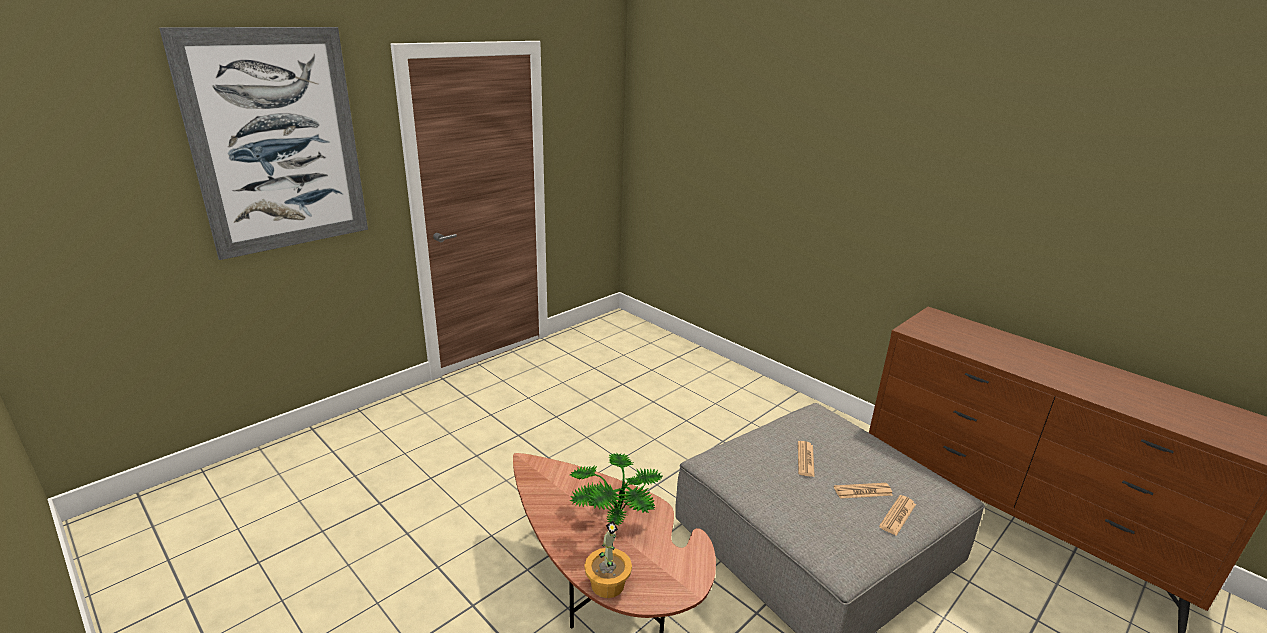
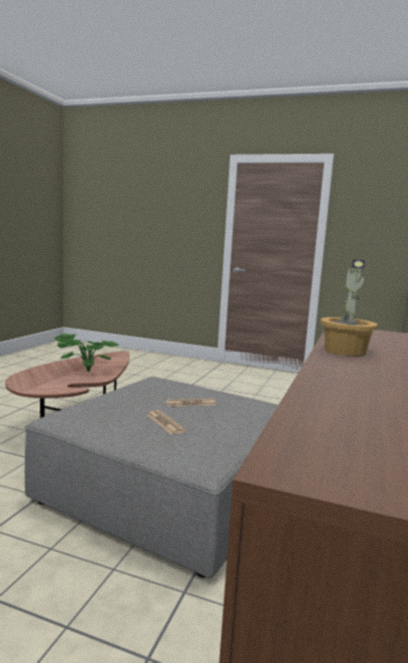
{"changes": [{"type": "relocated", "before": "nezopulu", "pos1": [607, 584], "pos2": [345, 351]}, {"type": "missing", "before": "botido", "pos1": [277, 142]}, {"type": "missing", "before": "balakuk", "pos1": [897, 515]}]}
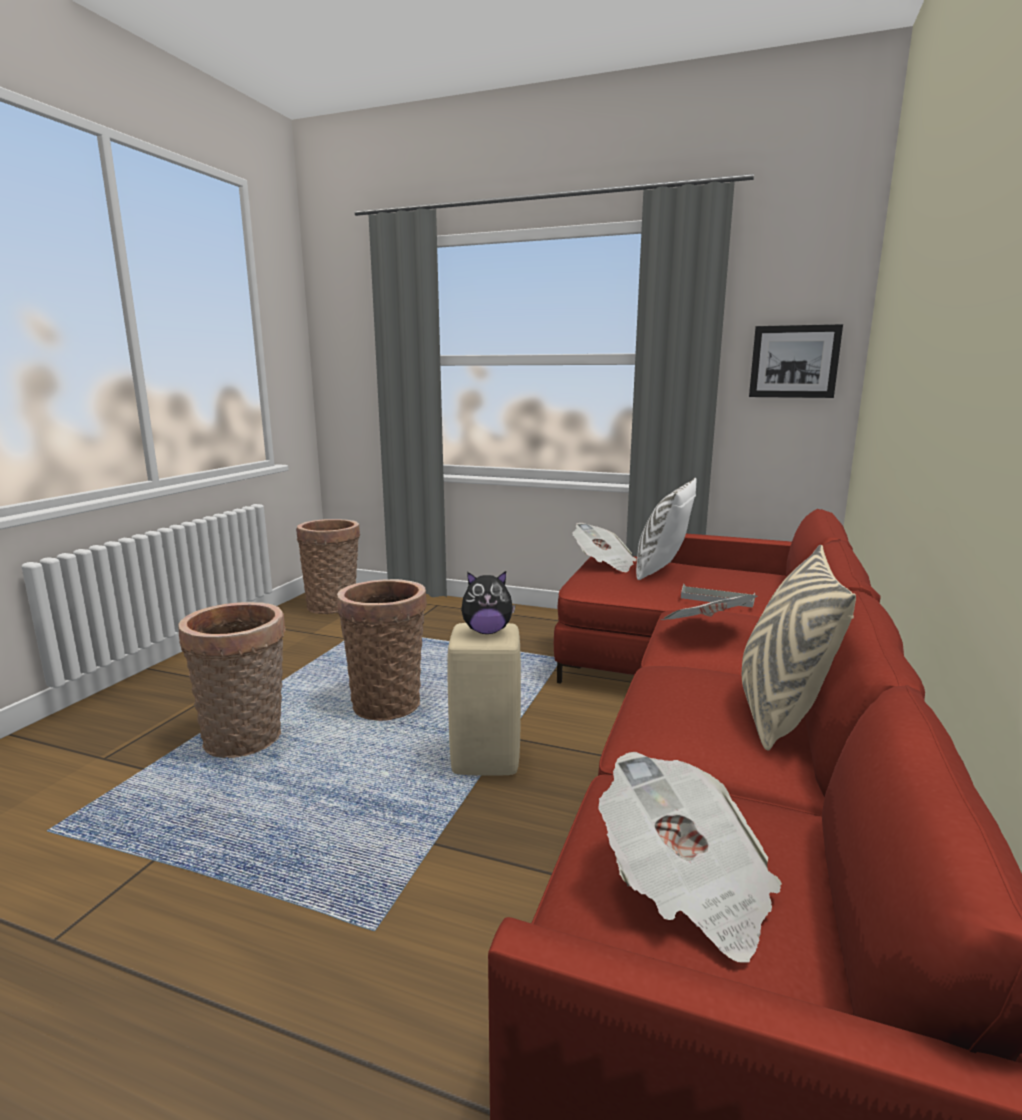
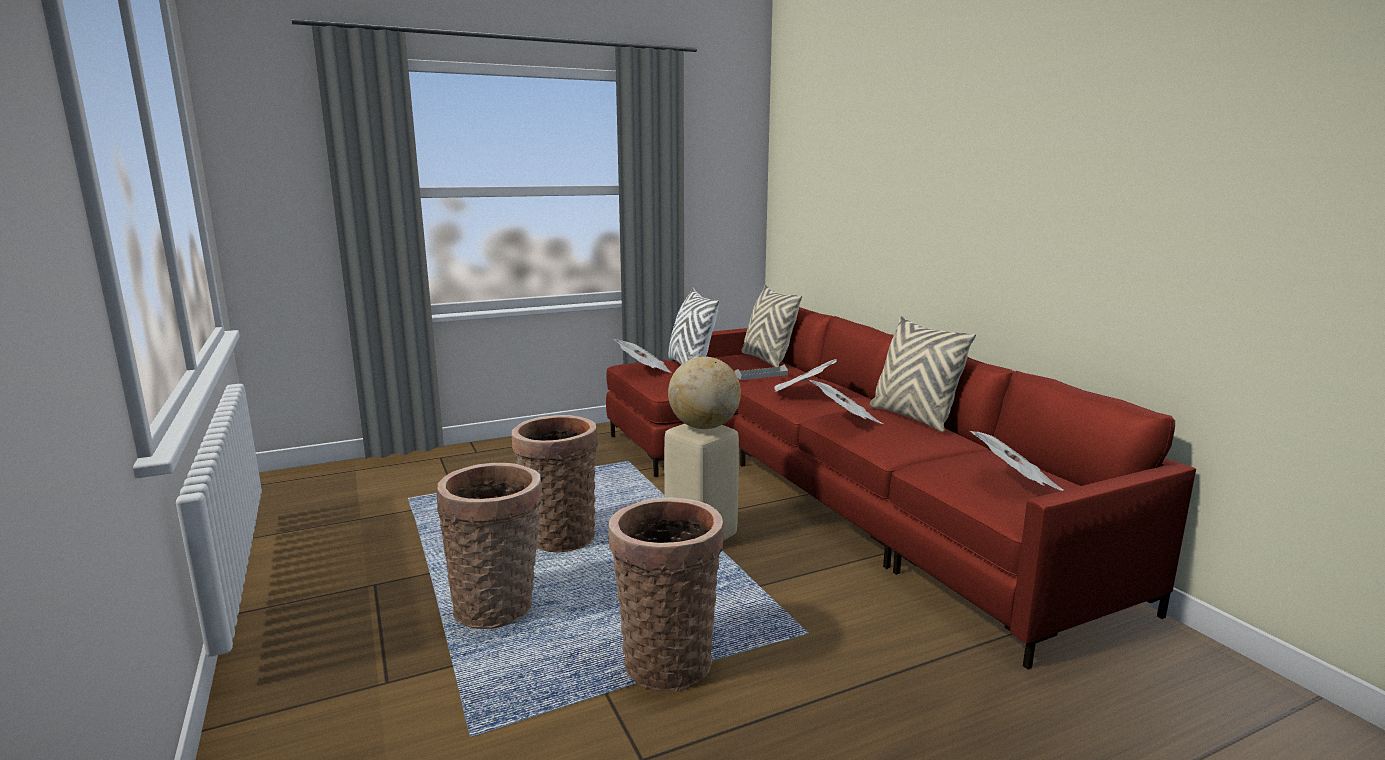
{"changes": [{"type": "relocated", "before": "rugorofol", "pos1": [334, 605], "pos2": [667, 659]}, {"type": "exchanged", "before": "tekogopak", "after": "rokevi", "pos1": [487, 631], "pos2": [704, 427]}, {"type": "appeared", "after": "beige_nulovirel", "pos2": [767, 360]}, {"type": "appeared", "after": "balakuk", "pos2": [845, 420]}, {"type": "missing", "before": "botido", "pos1": [794, 361]}]}
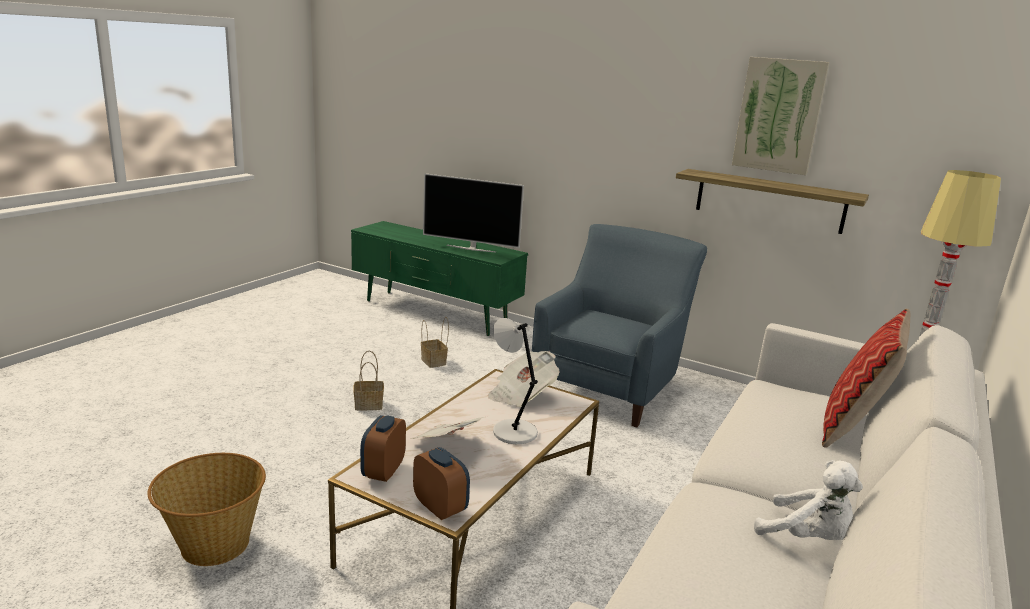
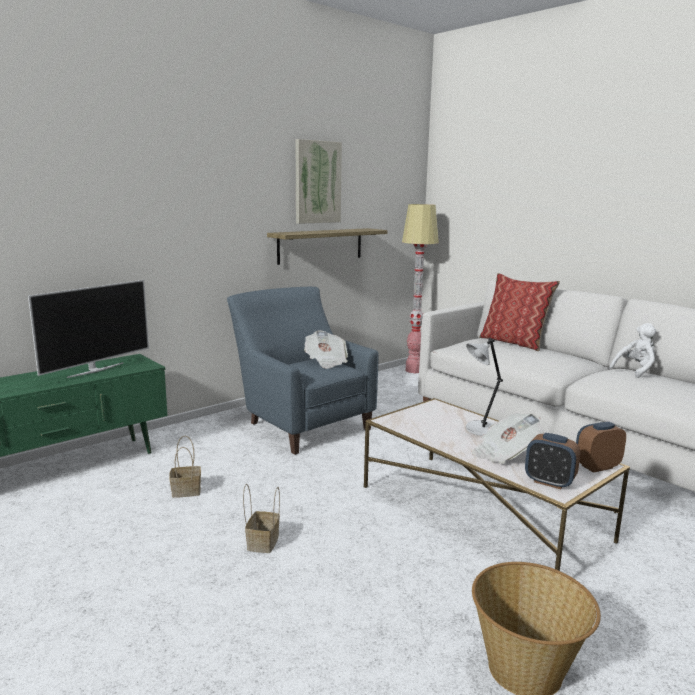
{"changes": [{"type": "relocated", "before": "balakuk", "pos1": [521, 395], "pos2": [326, 361]}]}
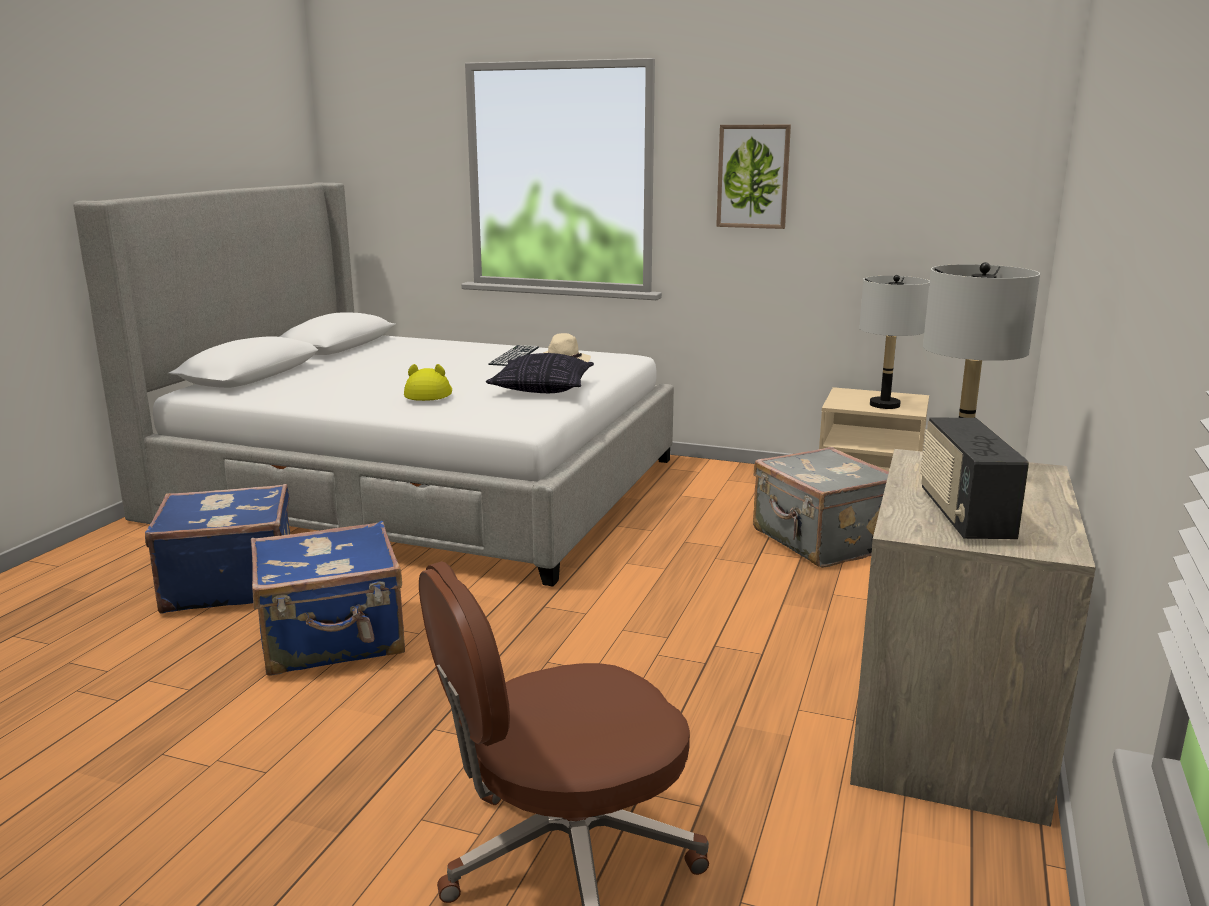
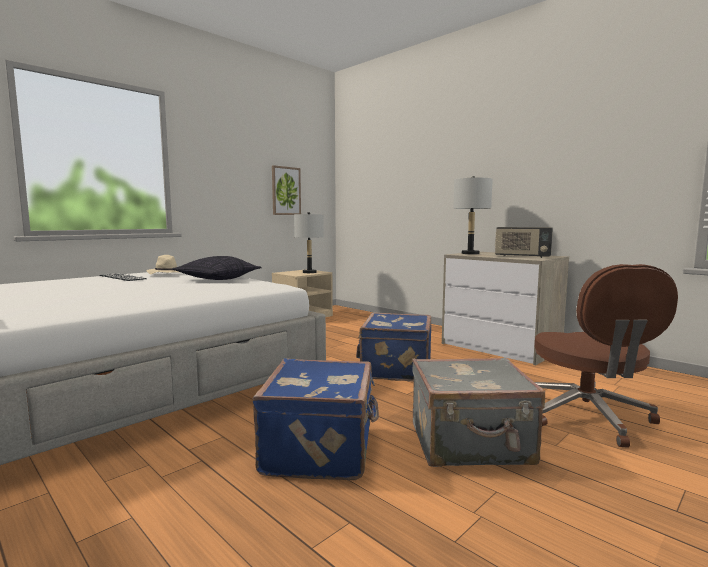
{"changes": [{"type": "relocated", "before": "botido", "pos1": [753, 176], "pos2": [286, 191]}, {"type": "relocated", "before": "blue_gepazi", "pos1": [229, 585], "pos2": [395, 369]}, {"type": "relocated", "before": "grey_gepazi", "pos1": [821, 541], "pos2": [471, 444]}, {"type": "missing", "before": "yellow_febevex", "pos1": [429, 394]}]}
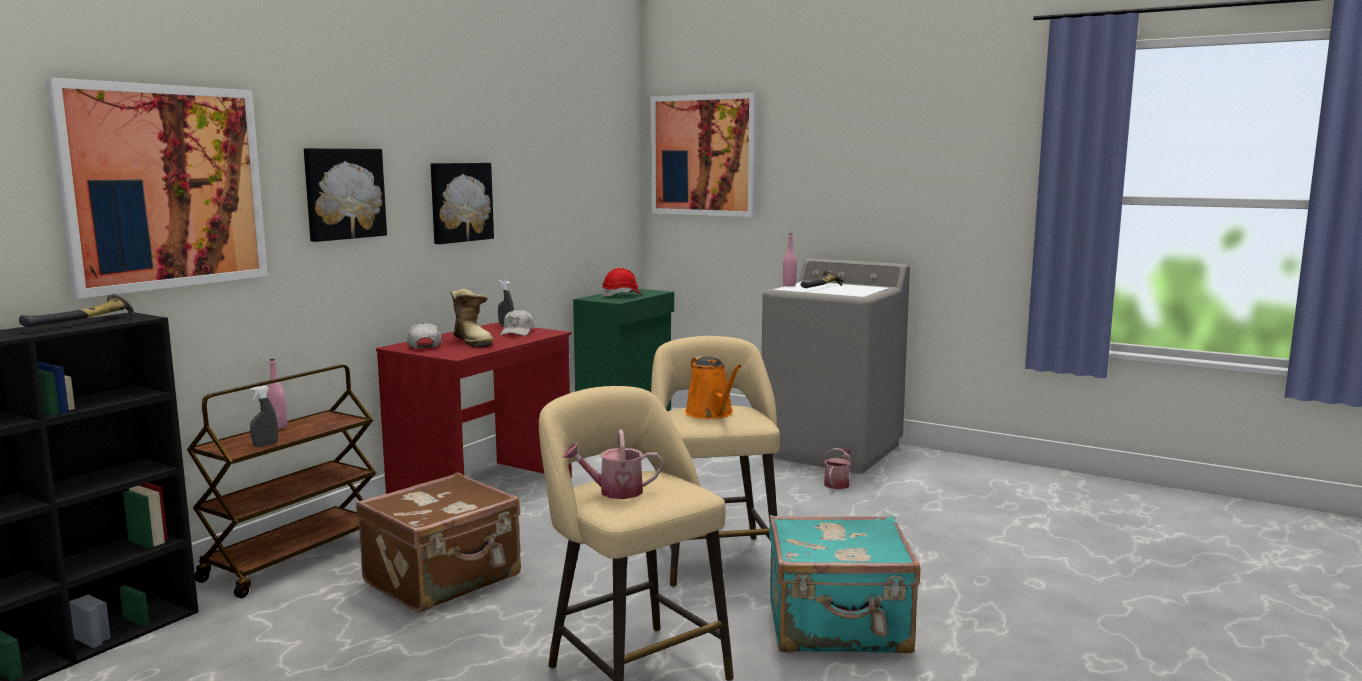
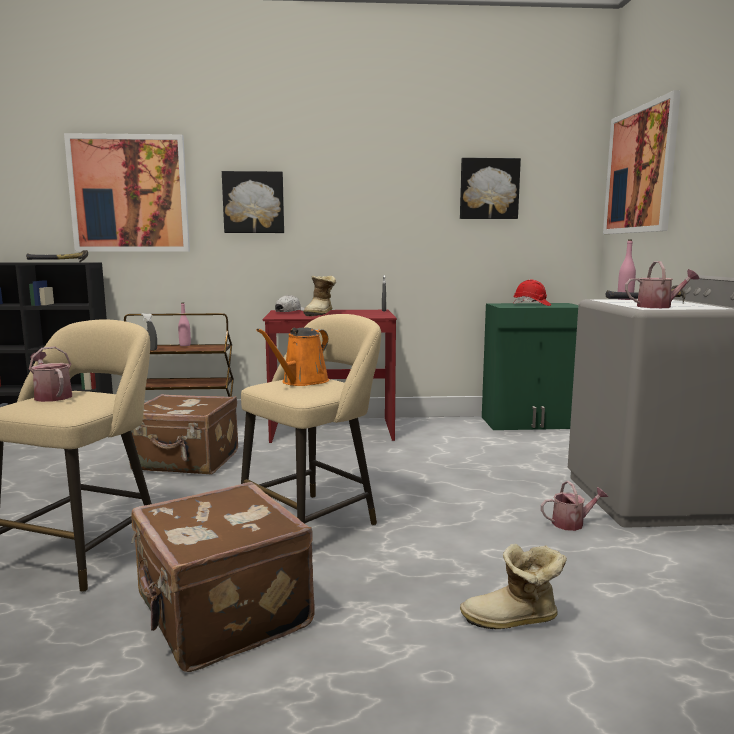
{"changes": [{"type": "colour", "before": "turquoise_gepazi", "after": "brown_gepazi", "pos1": [839, 628], "pos2": [221, 614]}, {"type": "relocated", "before": "botido", "pos1": [460, 202], "pos2": [489, 189]}, {"type": "appeared", "after": "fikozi", "pos2": [513, 621]}, {"type": "appeared", "after": "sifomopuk", "pos2": [658, 306]}, {"type": "missing", "before": "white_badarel", "pos1": [517, 332]}]}
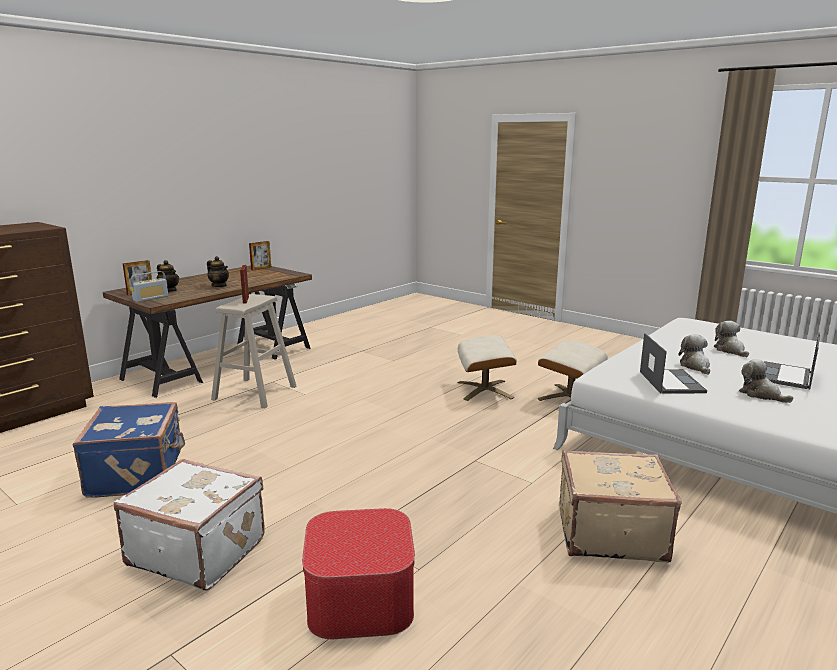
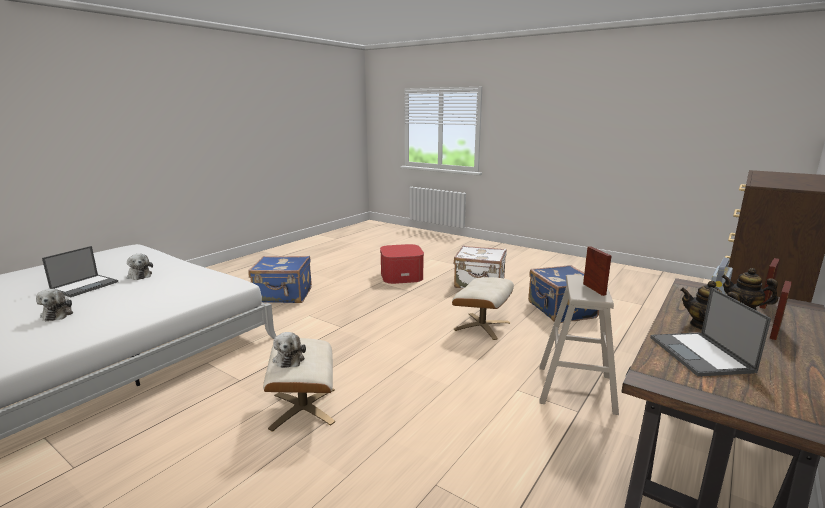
{"changes": [{"type": "colour", "before": "beige_gepazi", "after": "blue_gepazi", "pos1": [609, 533], "pos2": [283, 296]}, {"type": "relocated", "before": "tekogopak", "pos1": [695, 366], "pos2": [289, 359]}, {"type": "relocated", "before": "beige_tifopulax", "pos1": [570, 397], "pos2": [482, 326]}, {"type": "relocated", "before": "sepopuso", "pos1": [671, 382], "pos2": [701, 355]}, {"type": "relocated", "before": "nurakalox", "pos1": [261, 268], "pos2": [775, 332]}]}
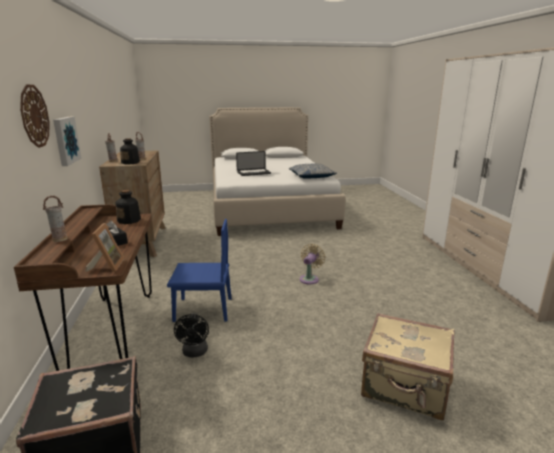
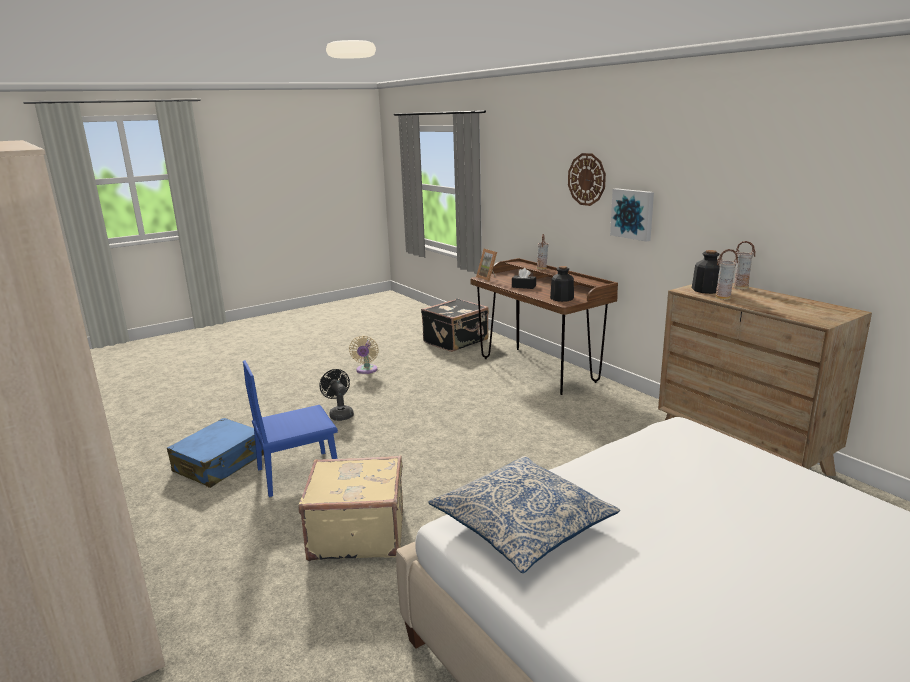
{"changes": [{"type": "appeared", "after": "blue_gepazi", "pos2": [220, 463]}, {"type": "relocated", "before": "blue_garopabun", "pos1": [203, 309], "pos2": [298, 473]}, {"type": "relocated", "before": "beige_gepazi", "pos1": [405, 387], "pos2": [357, 533]}, {"type": "relocated", "before": "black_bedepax", "pos1": [195, 353], "pos2": [339, 414]}, {"type": "relocated", "before": "beige_bedepax", "pos1": [310, 278], "pos2": [366, 370]}, {"type": "missing", "before": "sepopuso", "pos1": [253, 173]}]}
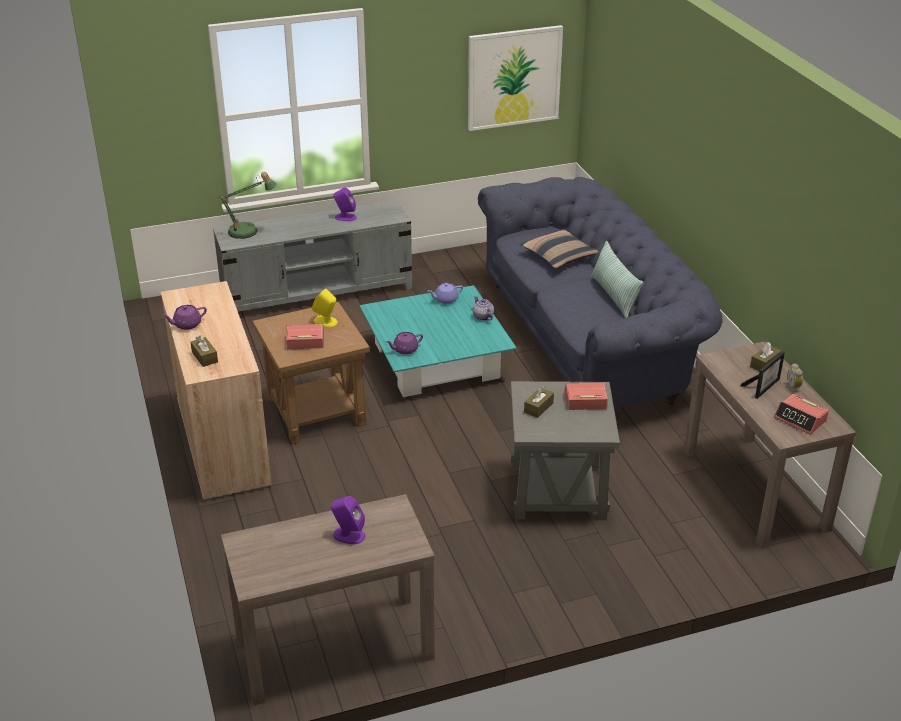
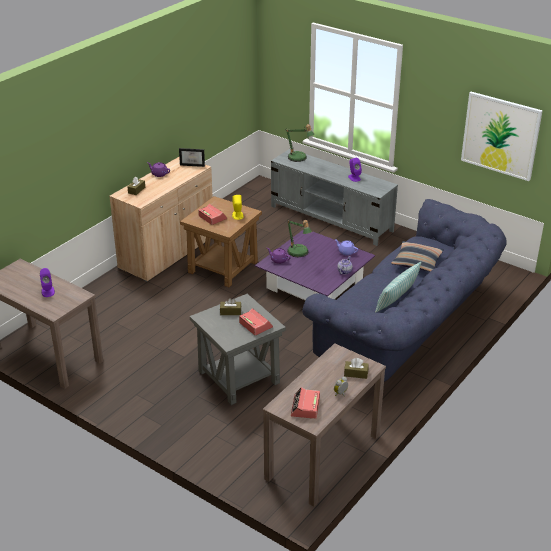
{"changes": [{"type": "relocated", "before": "nurakalox", "pos1": [763, 386], "pos2": [193, 164]}, {"type": "colour", "before": "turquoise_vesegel", "after": "purple_vesegel", "pos1": [437, 361], "pos2": [315, 284]}, {"type": "appeared", "after": "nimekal", "pos2": [299, 253]}]}
